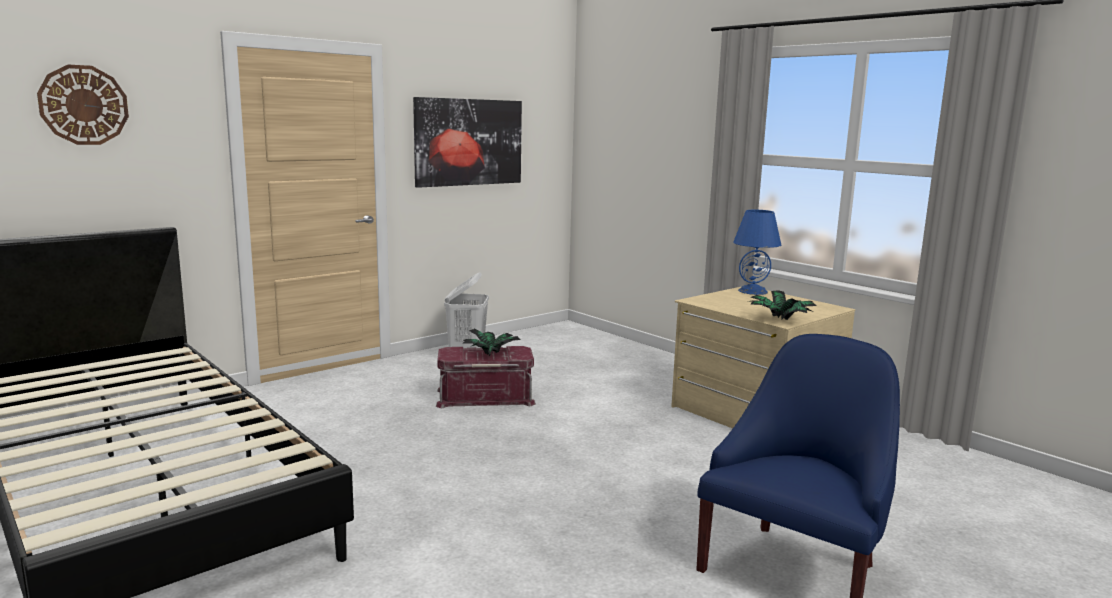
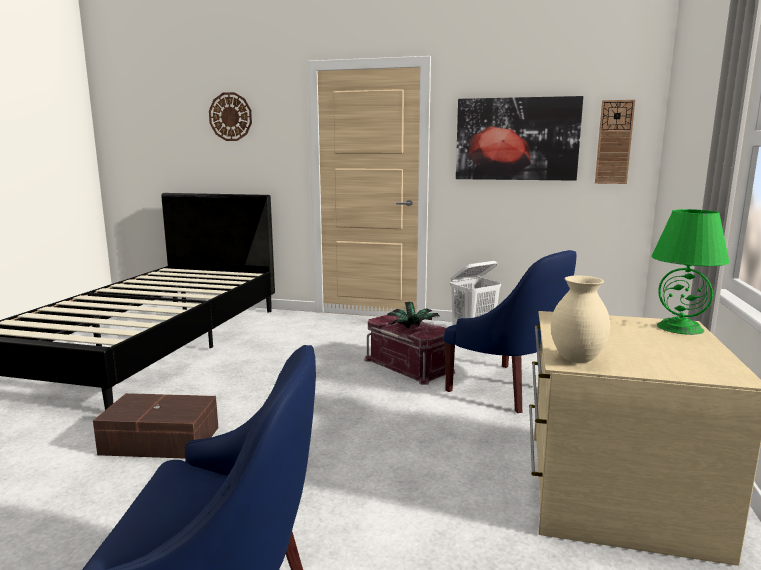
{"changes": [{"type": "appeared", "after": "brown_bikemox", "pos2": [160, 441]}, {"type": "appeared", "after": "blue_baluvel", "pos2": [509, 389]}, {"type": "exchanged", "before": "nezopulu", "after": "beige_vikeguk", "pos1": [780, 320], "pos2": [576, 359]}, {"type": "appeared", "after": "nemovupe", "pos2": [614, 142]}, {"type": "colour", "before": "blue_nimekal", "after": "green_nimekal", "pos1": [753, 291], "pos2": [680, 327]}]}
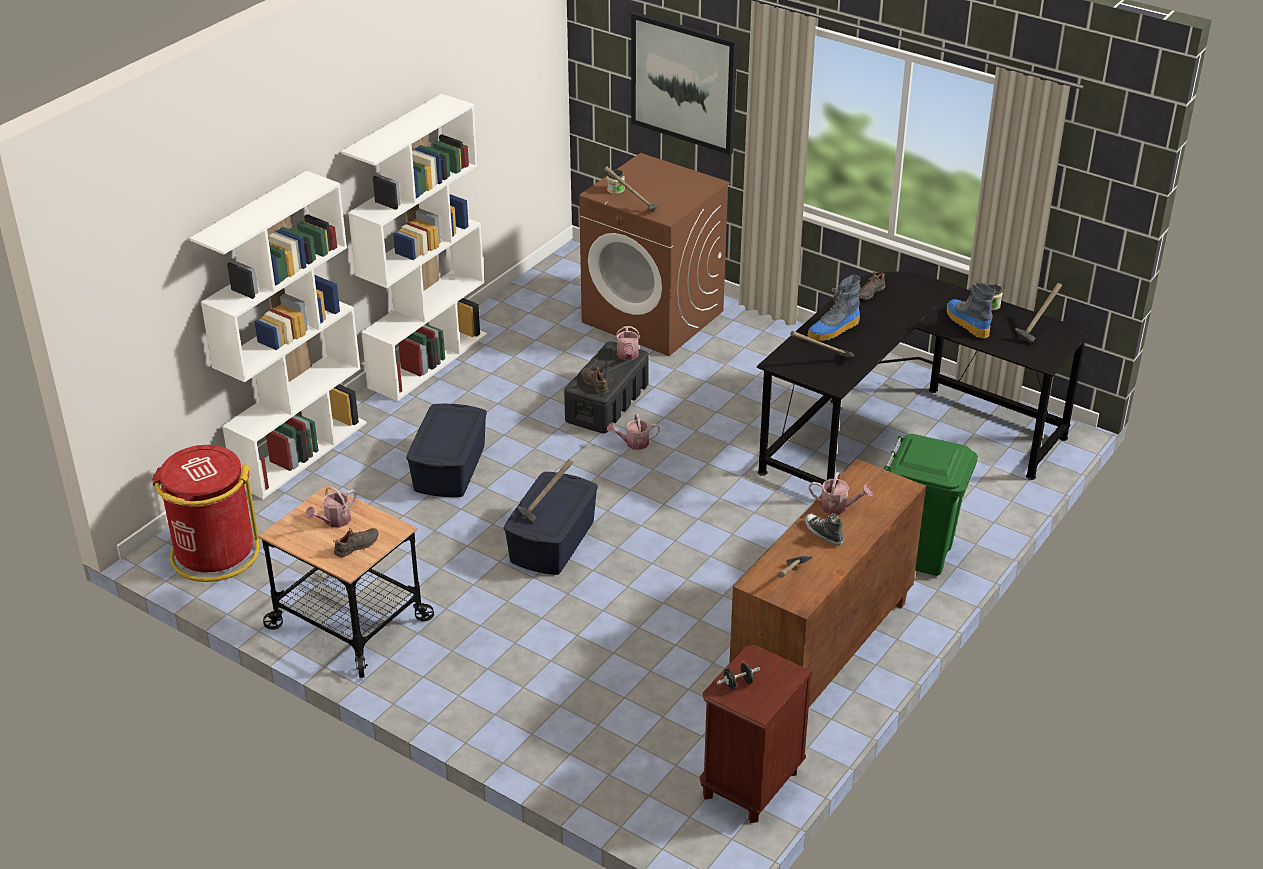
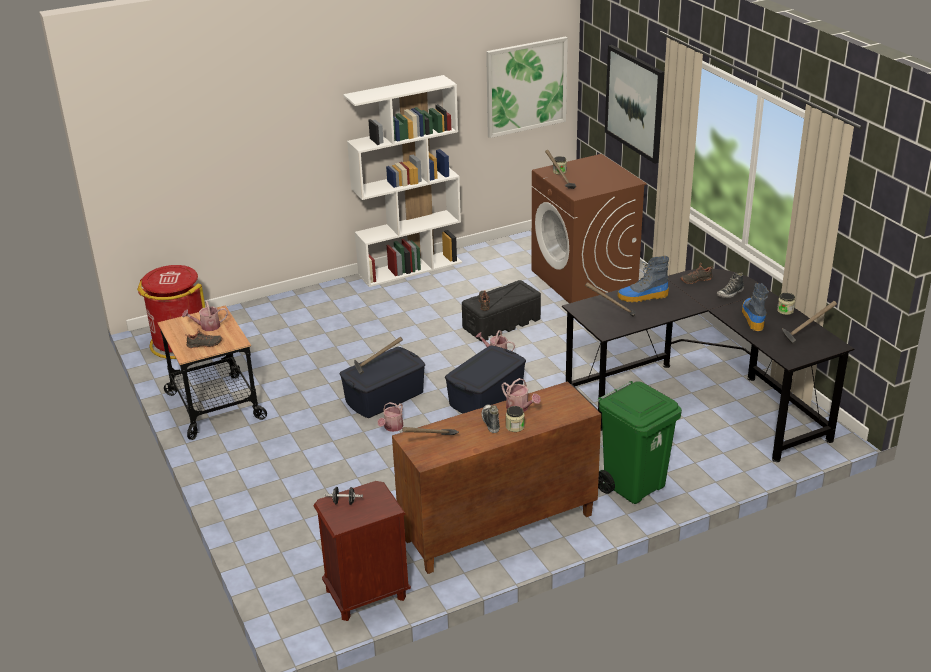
{"changes": [{"type": "relocated", "before": "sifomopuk", "pos1": [628, 356], "pos2": [392, 427]}, {"type": "relocated", "before": "blue_bikemox", "pos1": [449, 468], "pos2": [485, 396]}, {"type": "appeared", "after": "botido", "pos2": [526, 86]}, {"type": "appeared", "after": "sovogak", "pos2": [515, 427]}, {"type": "appeared", "after": "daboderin", "pos2": [730, 293]}, {"type": "missing", "before": "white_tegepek", "pos1": [300, 452]}]}
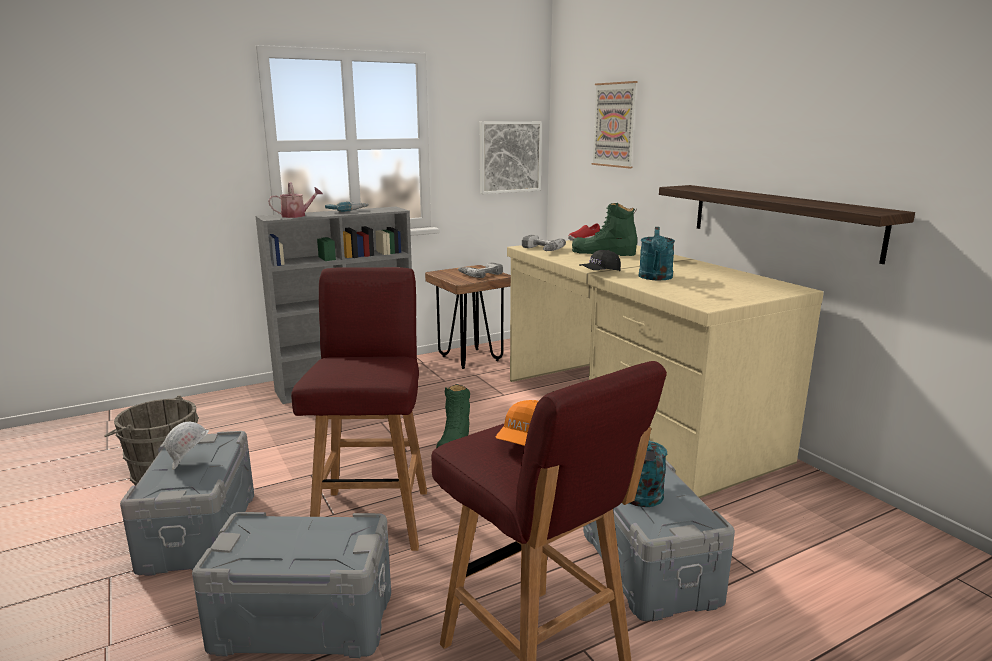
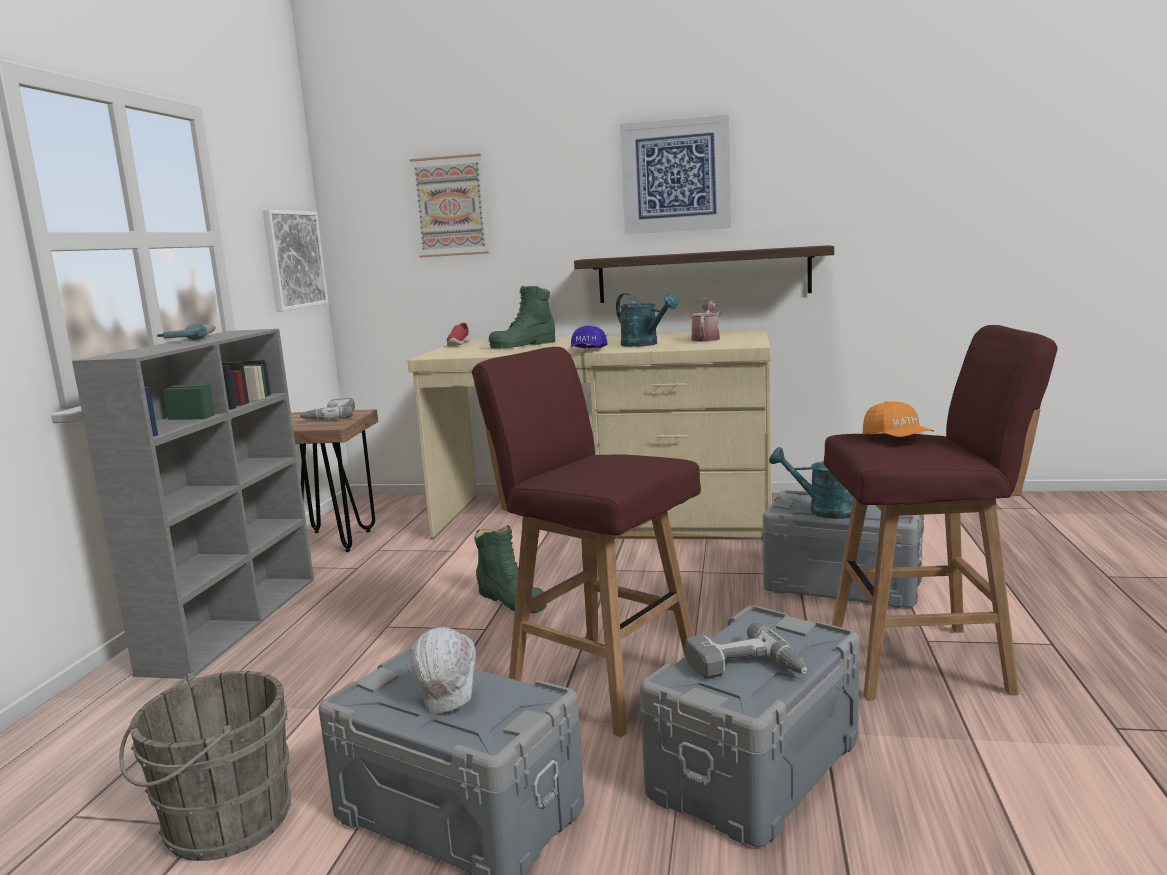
{"changes": [{"type": "colour", "before": "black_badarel", "after": "blue_badarel", "pos1": [599, 272], "pos2": [588, 351]}, {"type": "appeared", "after": "botido", "pos2": [675, 176]}, {"type": "relocated", "before": "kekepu", "pos1": [540, 249], "pos2": [746, 669]}, {"type": "relocated", "before": "sifomopuk", "pos1": [297, 215], "pos2": [706, 339]}]}
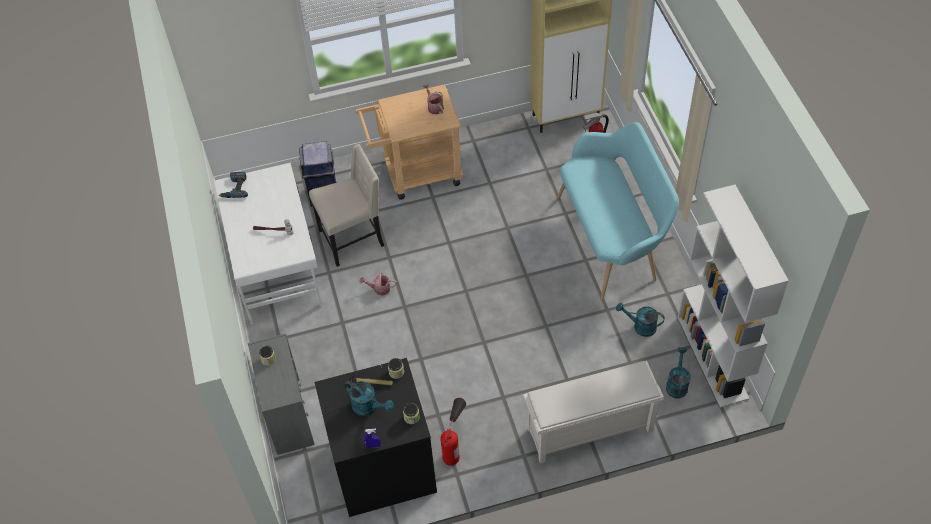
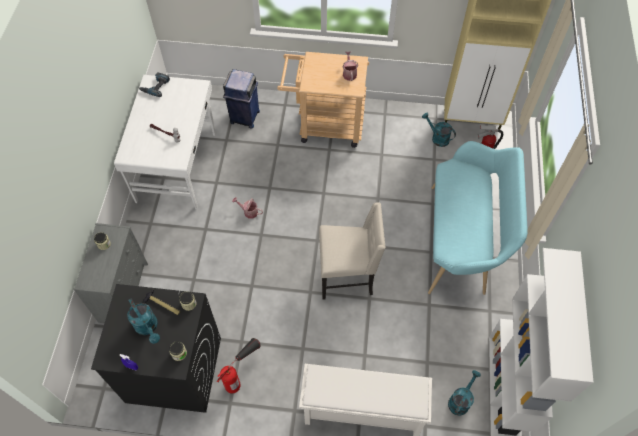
{"changes": [{"type": "relocated", "before": "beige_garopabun", "pos1": [353, 238], "pos2": [347, 276]}, {"type": "relocated", "before": "turquoise_sifomopuk", "pos1": [640, 326], "pos2": [437, 138]}]}
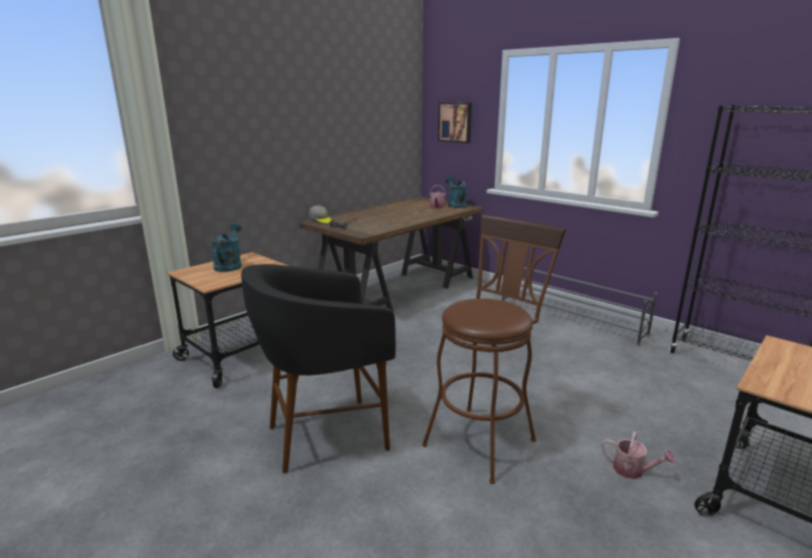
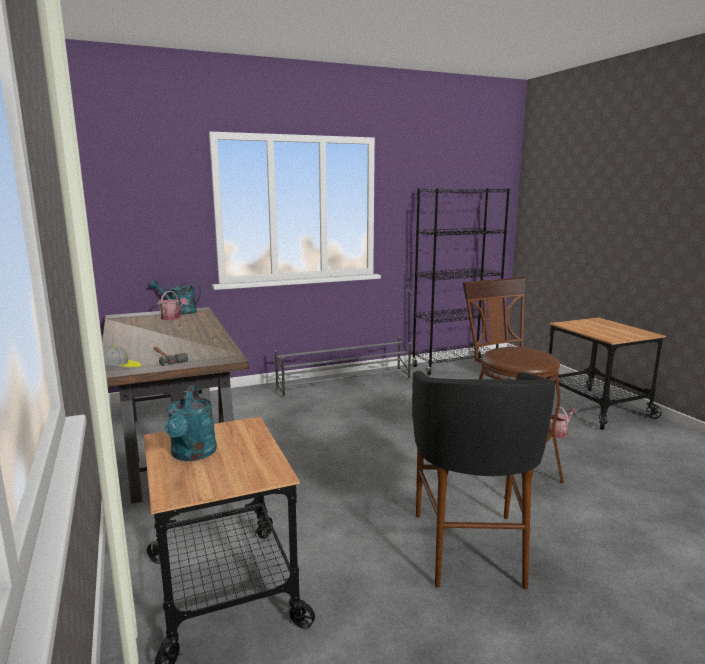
{"changes": [{"type": "spun", "before": "turquoise_sifomopuk", "pos1": [229, 265], "pos2": [192, 454], "turn": -120}, {"type": "missing", "before": "botido", "pos1": [455, 122]}]}
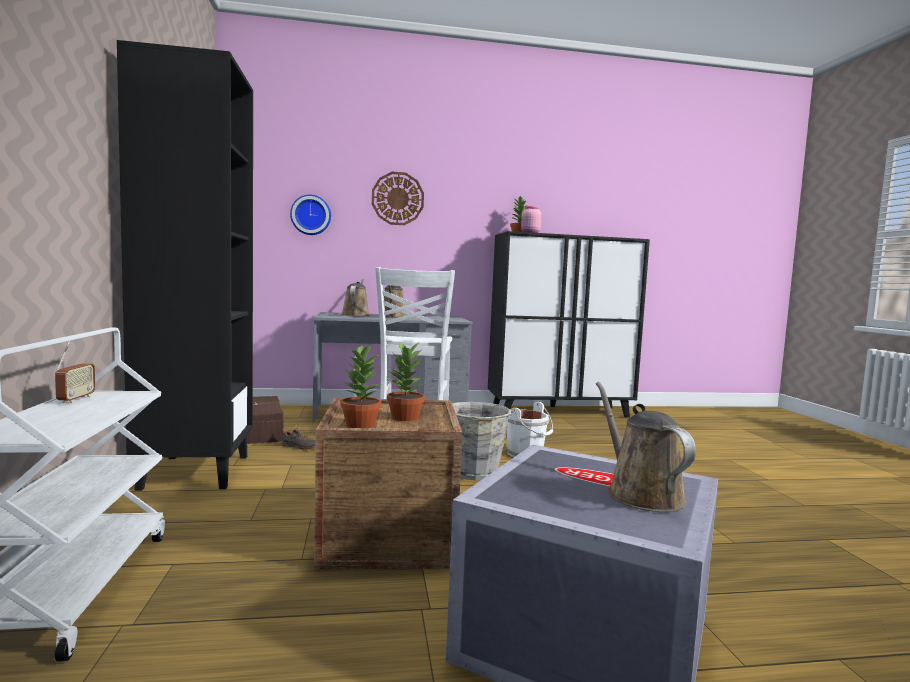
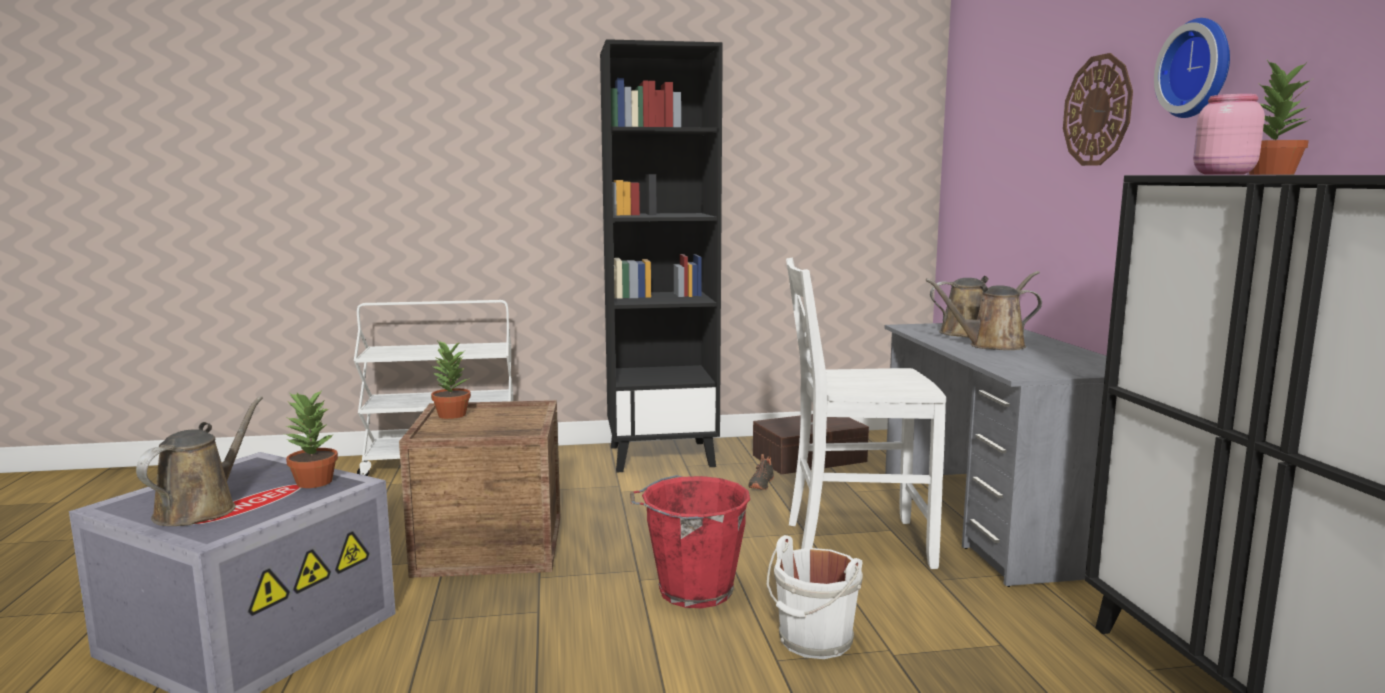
{"changes": [{"type": "spun", "before": "brown_sifomopuk", "pos1": [640, 494], "pos2": [201, 509], "turn": -60}, {"type": "relocated", "before": "nezopulu", "pos1": [405, 418], "pos2": [313, 482]}, {"type": "colour", "before": "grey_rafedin", "after": "red_rafedin", "pos1": [474, 473], "pos2": [692, 590]}, {"type": "relocated", "before": "nemovupe", "pos1": [311, 215], "pos2": [1199, 68]}, {"type": "missing", "before": "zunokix", "pos1": [76, 399]}]}
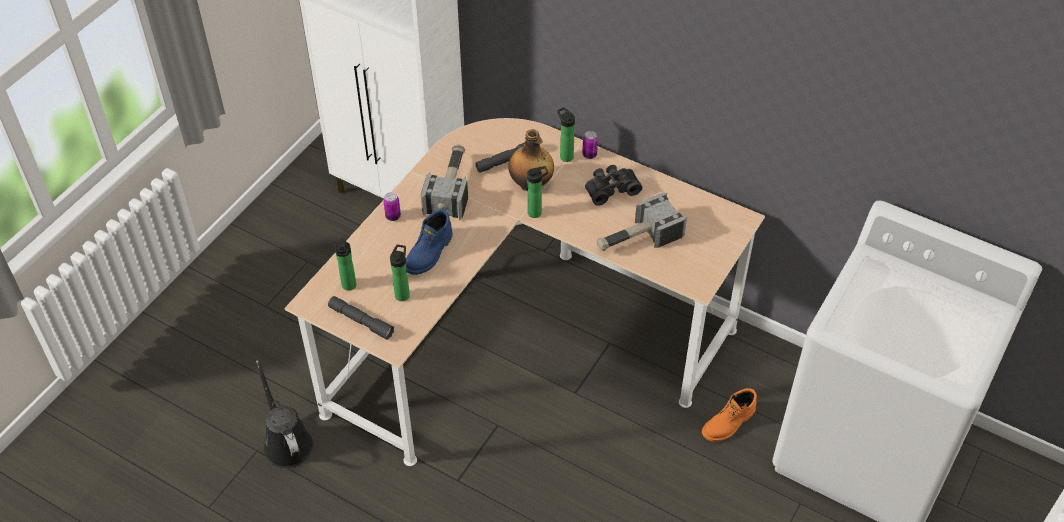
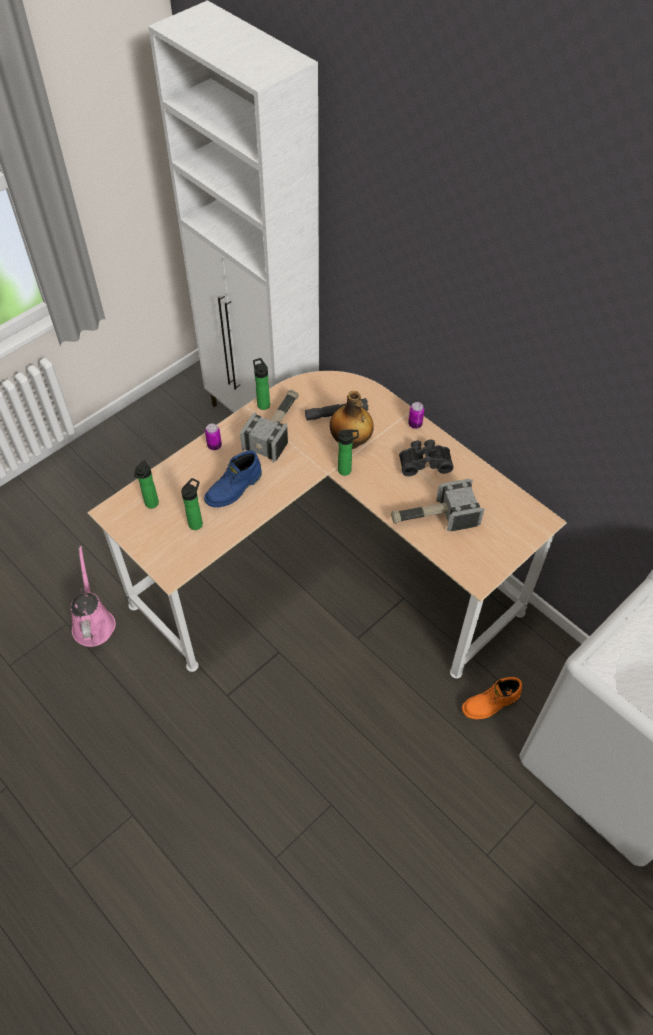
{"changes": [{"type": "colour", "before": "black_sifomopuk", "after": "pink_sifomopuk", "pos1": [286, 442], "pos2": [93, 622]}, {"type": "relocated", "before": "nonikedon", "pos1": [565, 156], "pos2": [263, 403]}, {"type": "missing", "before": "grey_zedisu", "pos1": [361, 321]}]}
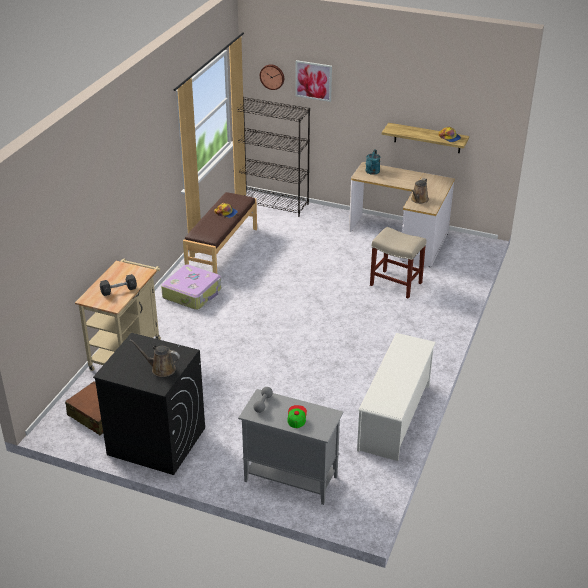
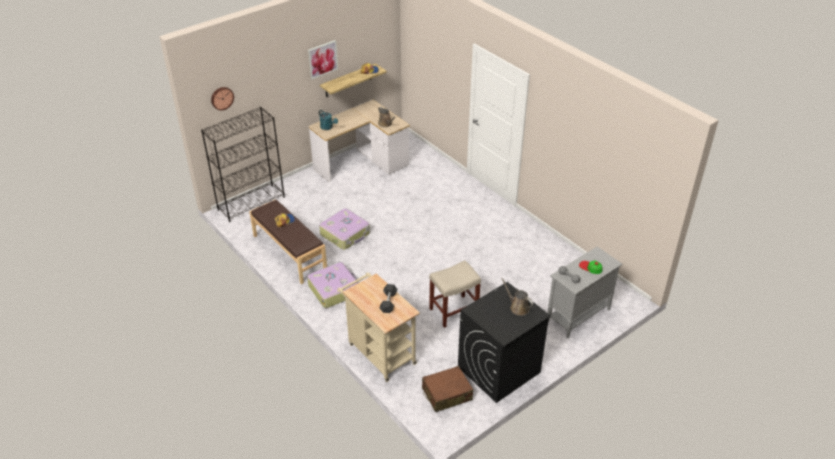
{"changes": [{"type": "relocated", "before": "botido", "pos1": [313, 80], "pos2": [322, 59]}, {"type": "appeared", "after": "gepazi", "pos2": [345, 234]}, {"type": "relocated", "before": "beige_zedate", "pos1": [395, 284], "pos2": [453, 311]}, {"type": "spun", "before": "brown_sifomopuk", "pos1": [161, 369], "pos2": [517, 307], "turn": 90}, {"type": "missing", "before": "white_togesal", "pos1": [394, 417]}]}
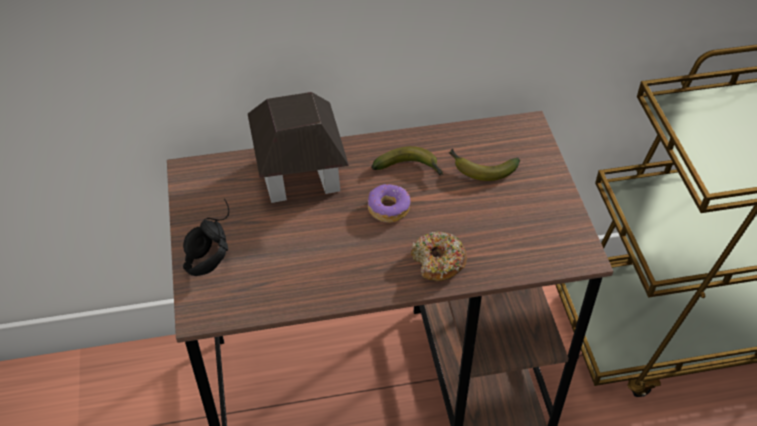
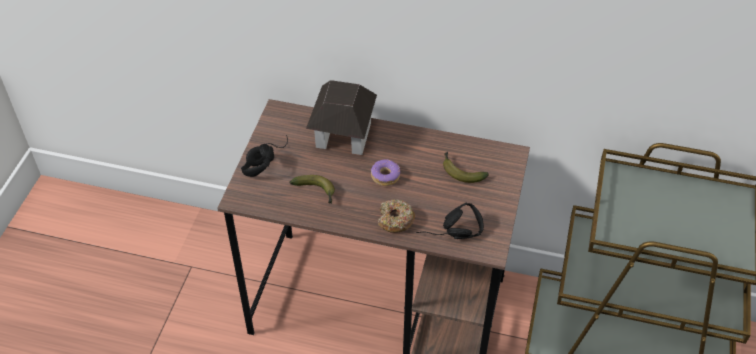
{"changes": [{"type": "relocated", "before": "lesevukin", "pos1": [410, 169], "pos2": [316, 192]}, {"type": "appeared", "after": "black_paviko", "pos2": [451, 235]}]}
